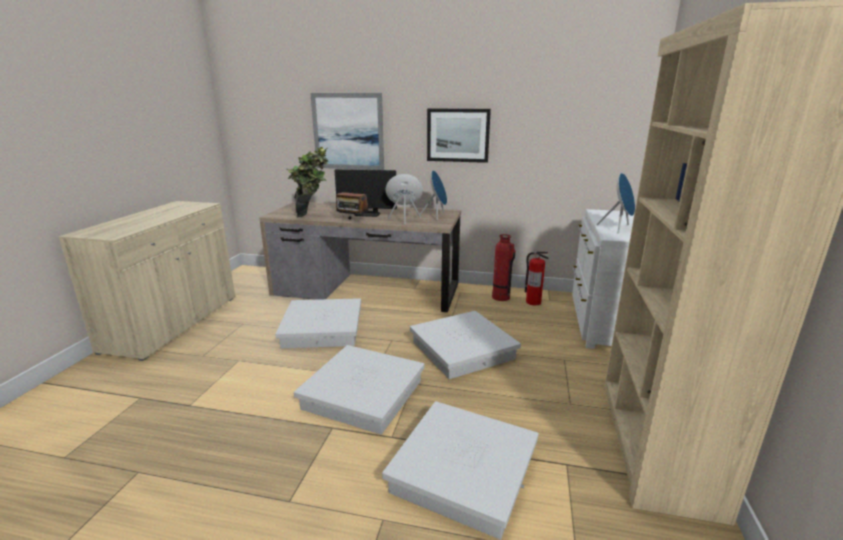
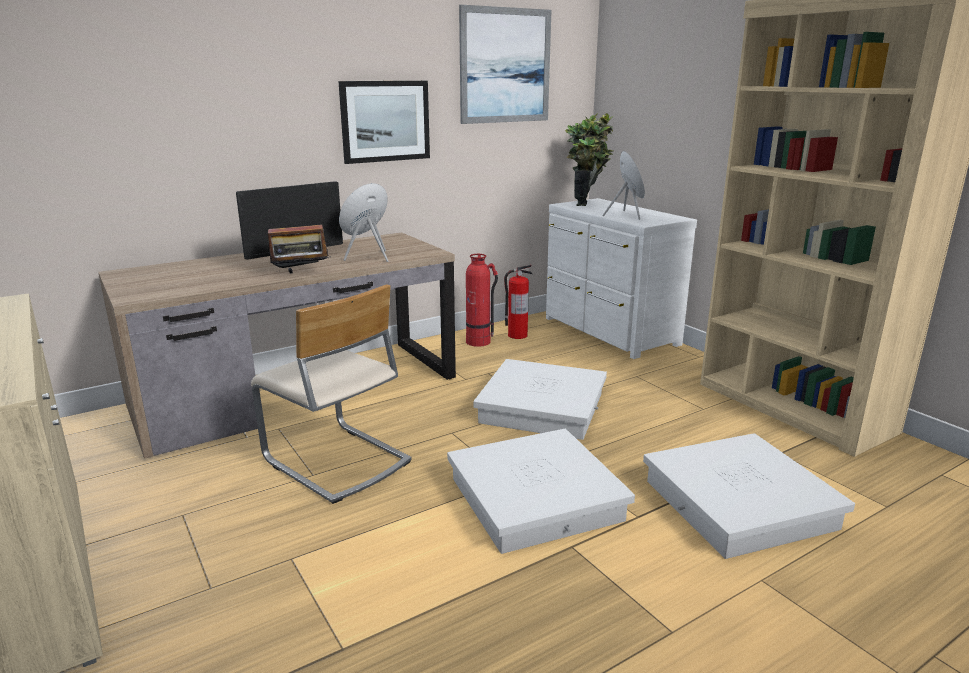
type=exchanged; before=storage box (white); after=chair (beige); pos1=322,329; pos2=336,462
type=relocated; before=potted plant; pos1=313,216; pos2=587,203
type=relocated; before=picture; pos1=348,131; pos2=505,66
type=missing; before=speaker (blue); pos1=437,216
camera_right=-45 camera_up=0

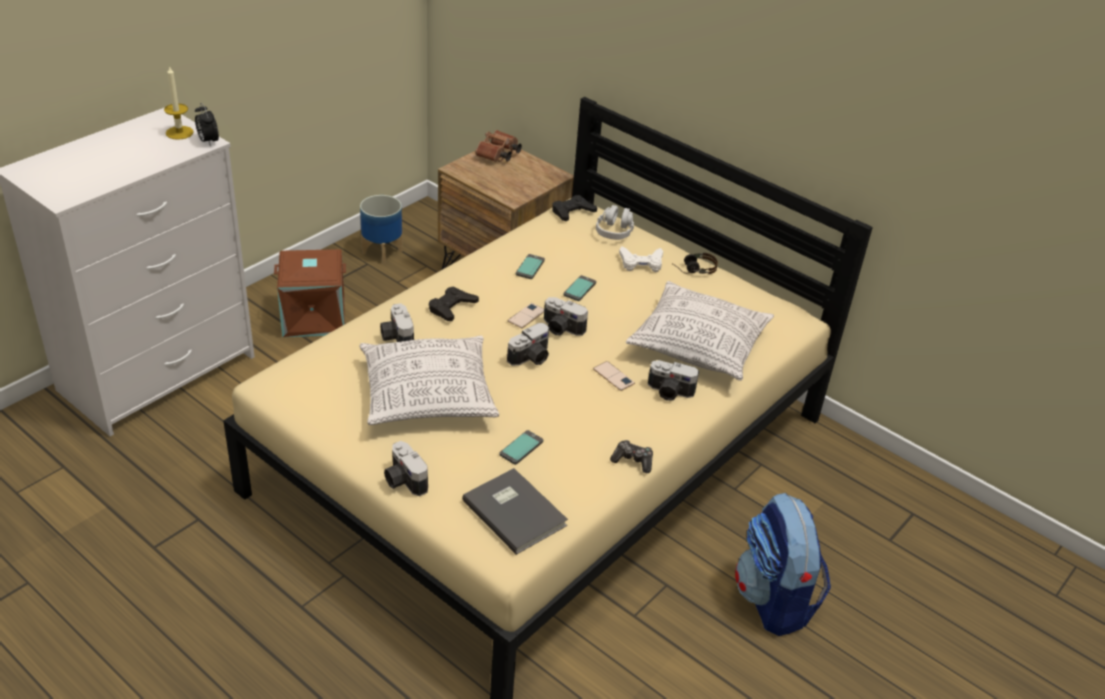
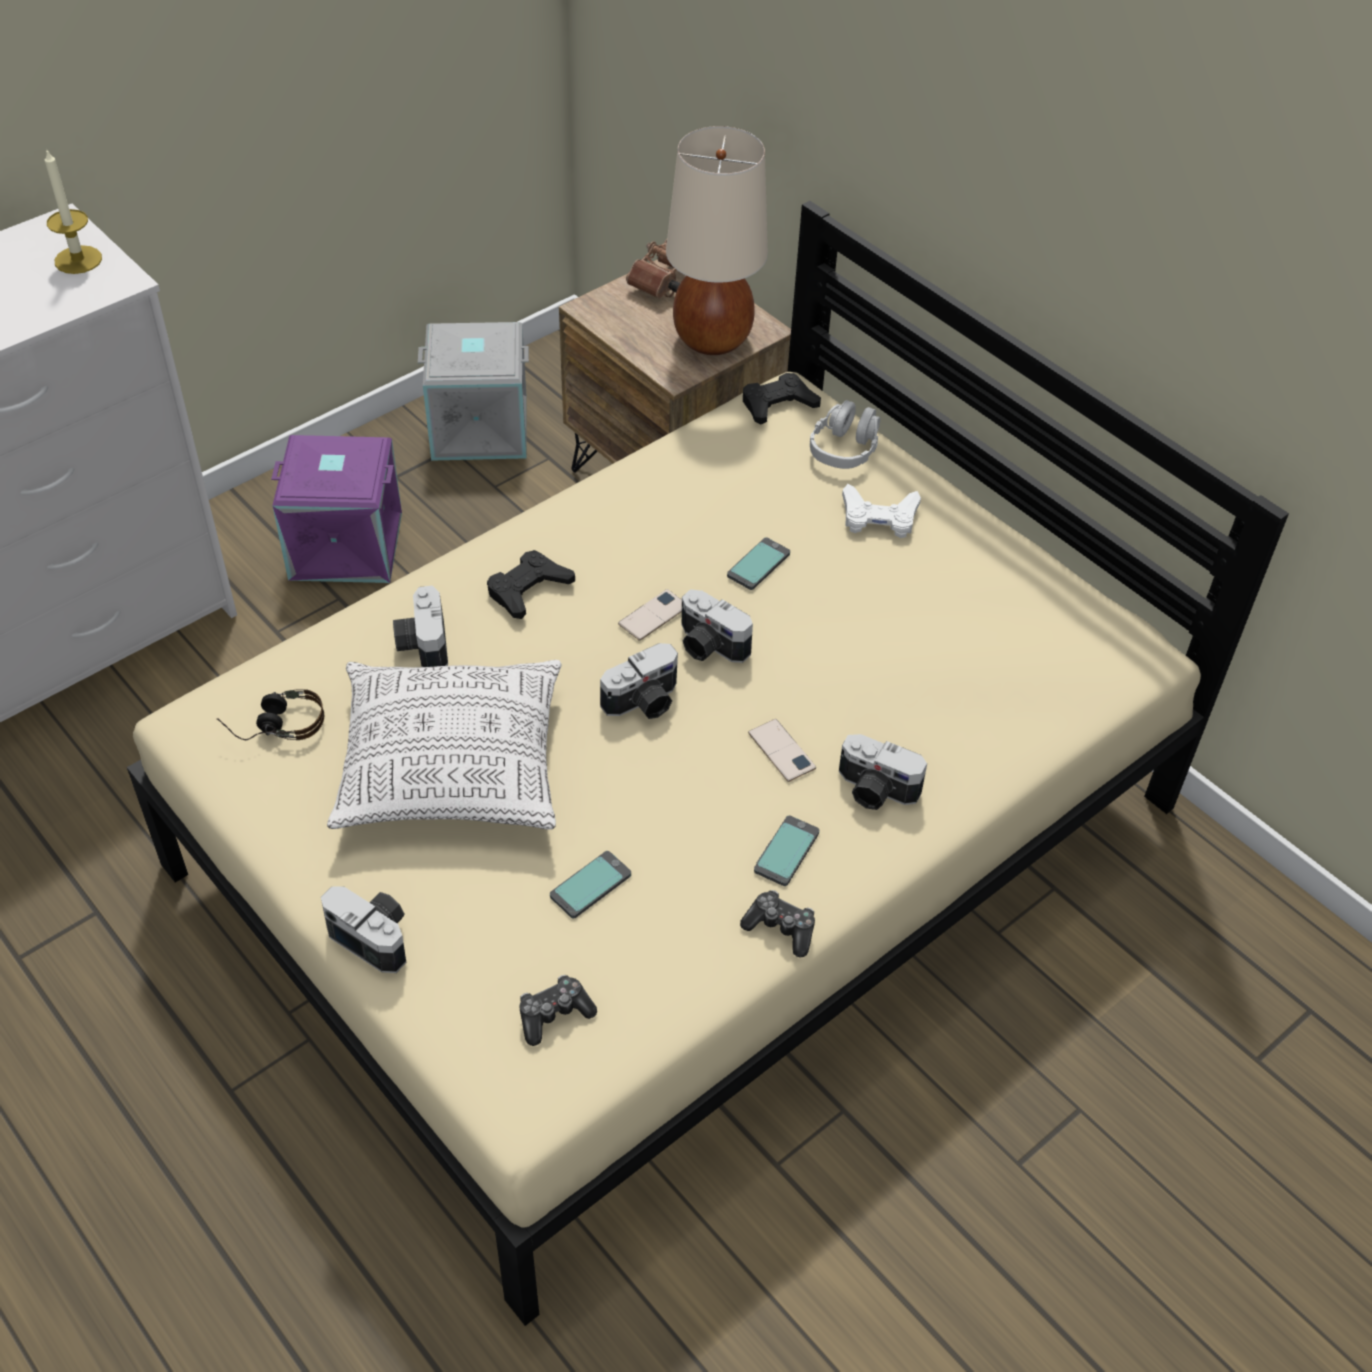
type=missing; before=alarm clock; pos1=208,141
type=colour; before=storage box (brown); after=storage box (purple); pos1=314,316; pos2=347,544
type=exchanged; before=planter; after=storage box (grey); pos1=382,252; pos2=480,426
type=spun; before=photo camera; pos1=403,481; pos2=375,936; turn=150
type=exchanged; before=book (grey); after=game controller; pos1=515,511; pos2=554,1014
type=relocated; before=phone; pos1=530,267; pos2=786,851
type=missing; before=pillow; pos1=699,345
type=relocated; before=headphones; pos1=692,270; pos2=274,725
type=missing; before=backpack; pos1=774,600
type=appeared; after=table lamp (beige); pos2=712,340
camera_right=10 camera_up=10

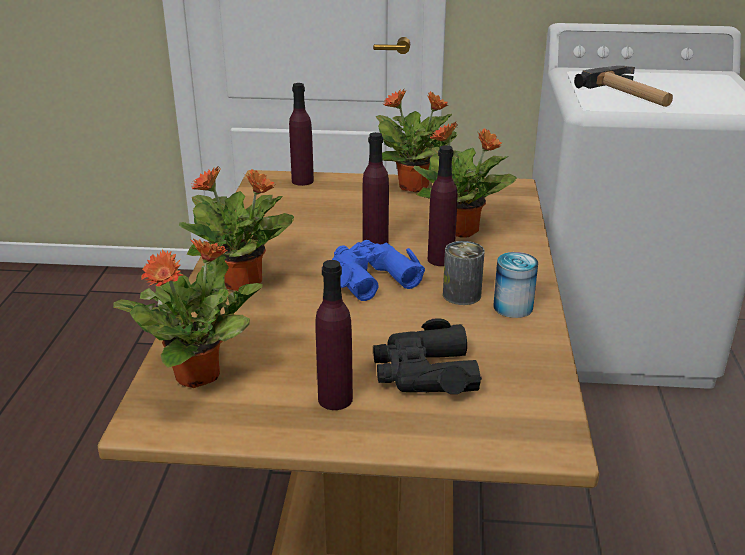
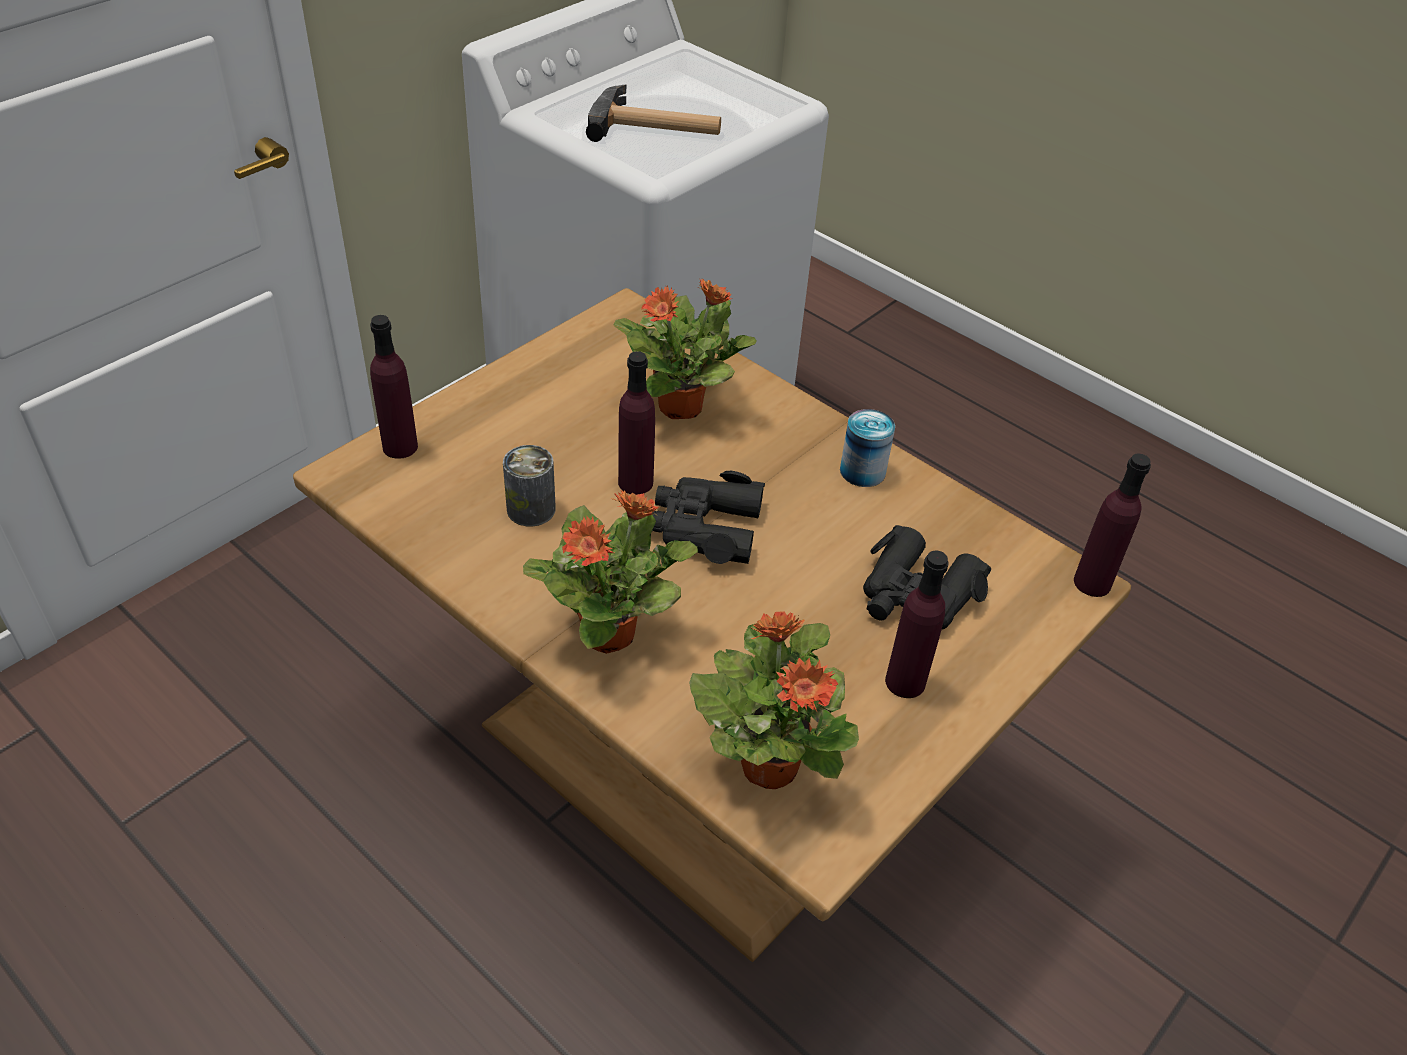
type=colour; before=binoculars (blue); after=binoculars (black); pos1=371,277; pos2=705,528
type=missing; before=potted plant; pos1=415,187
type=relocated; before=bottle (purple); pos1=440,259; pos2=1092,583
type=relocated; before=can; pos1=461,295; pos2=531,509
camera_right=-55 camera_up=15

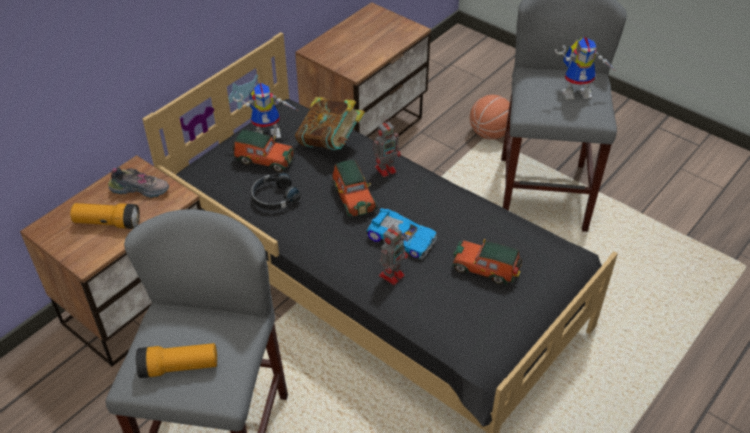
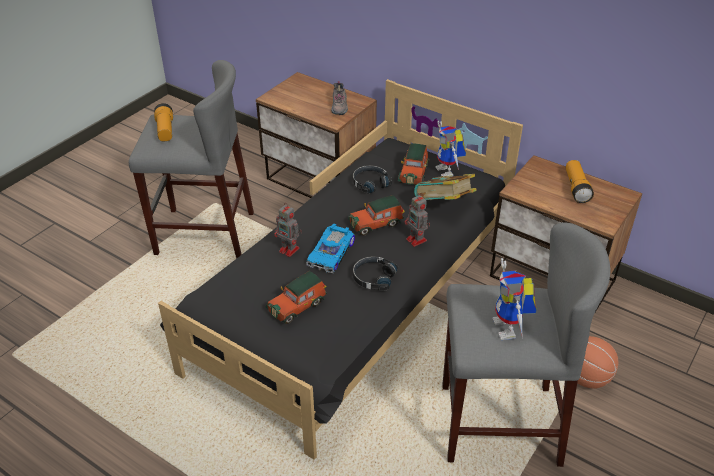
type=relocated; before=flashlight; pos1=107,223; pos2=576,188
type=spun; before=toy car; pos1=486,269; pos2=298,305; turn=-150
type=appeared; after=headphones (black); pos2=373,278
camera_right=85 camera_up=-5

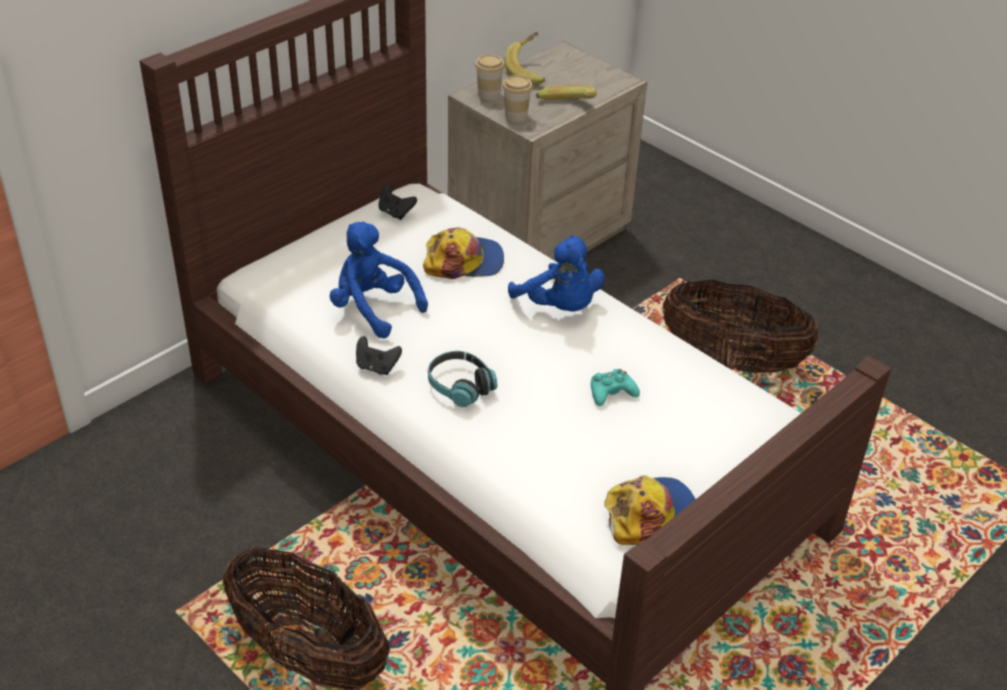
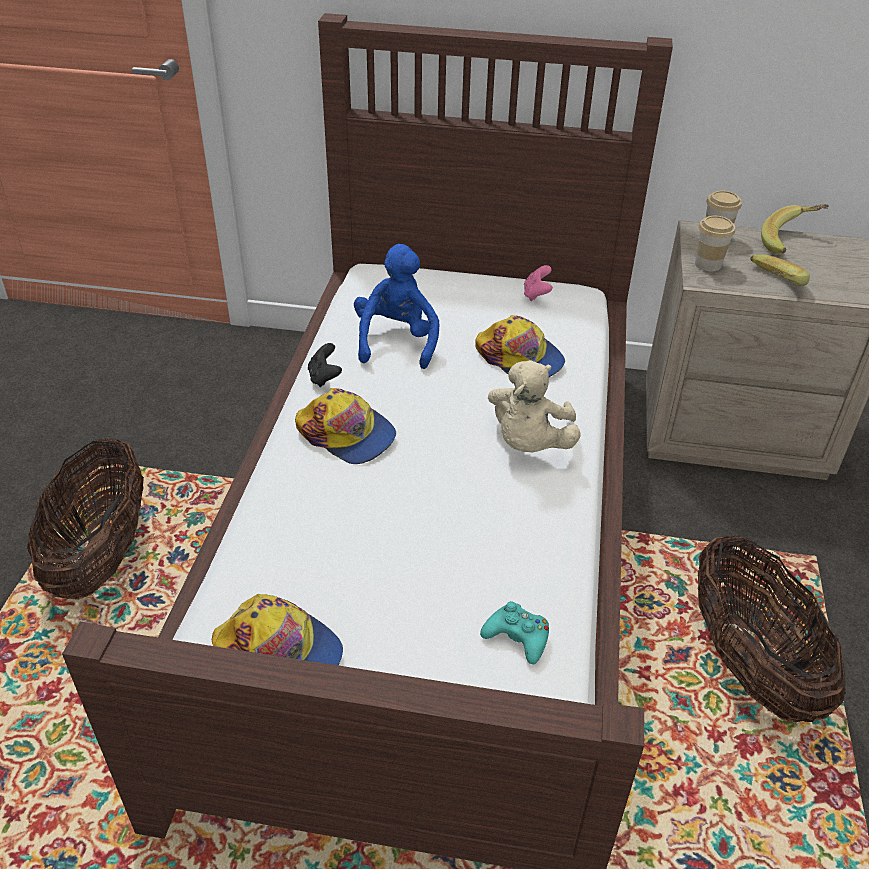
type=colour; before=game controller (black); after=game controller (pink); pos1=395,213; pos2=536,294
type=exchanged; before=headphones; after=cap; pos1=460,386; pos2=347,434
type=colour; before=plush toy (blue); after=plush toy (beige); pos1=559,307; pos2=529,443
type=relocated; before=game controller (turquoise); pos1=611,392; pos2=517,637
camera_right=55 camera_up=0

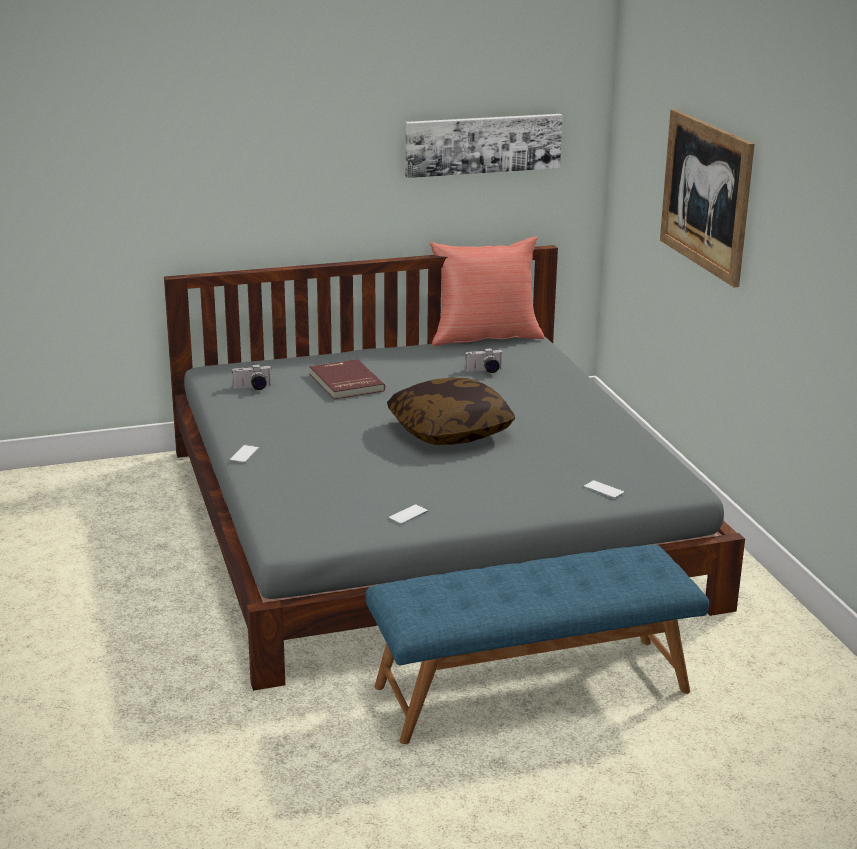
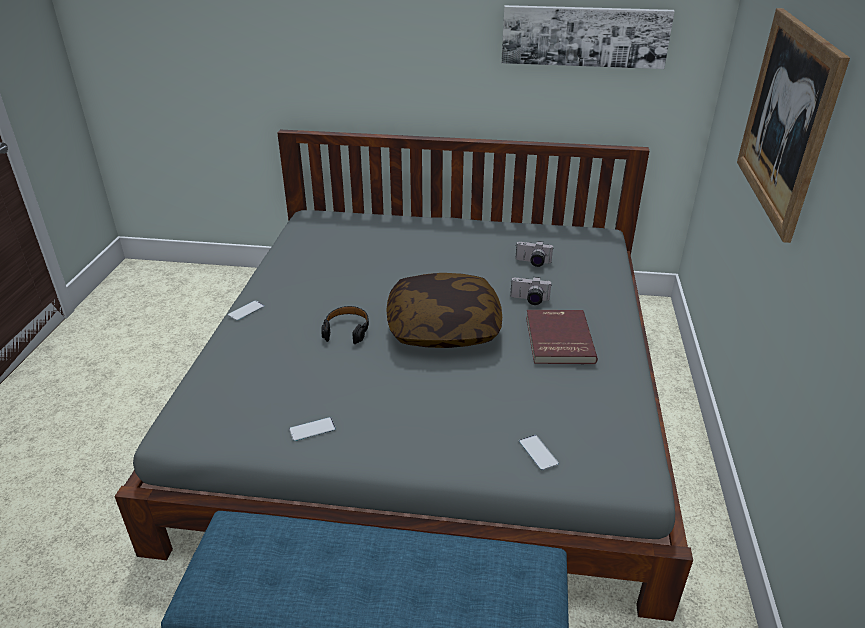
type=relocated; before=photo camera; pos1=253,388; pos2=529,300
type=relocated; before=book (red); pos1=345,382; pos2=557,339
type=missing; before=pillow (red); pos1=485,337
type=appeared; after=headphones (black); pos2=347,329
camera_right=25 camera_up=10

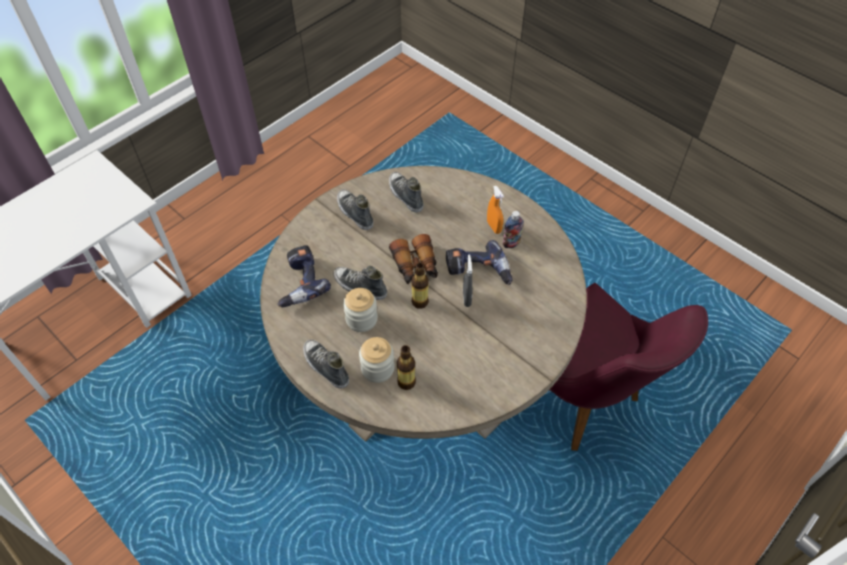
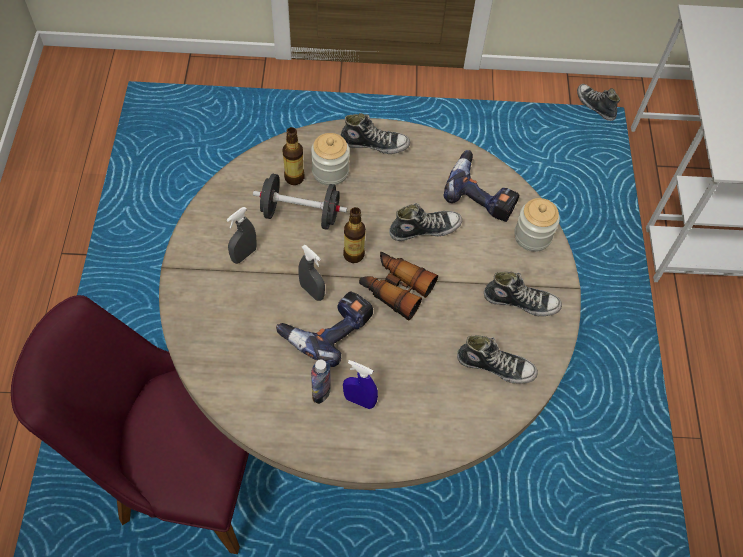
type=relocated; before=jar; pos1=361,319; pos2=532,236
type=colour; before=spray bottle (orange); after=spray bottle (blue); pos1=494,227; pos2=359,401
type=appeared; after=spray bottle (grey); pos2=244,255
type=appeared; after=dumbbell (black); pos2=300,214
type=appeared; after=shoe; pos2=595,105
camera_right=135 camera_up=5

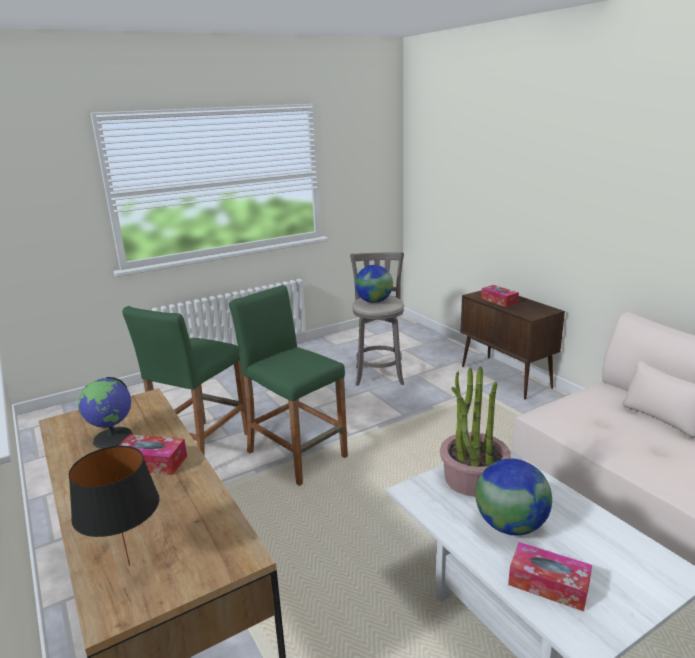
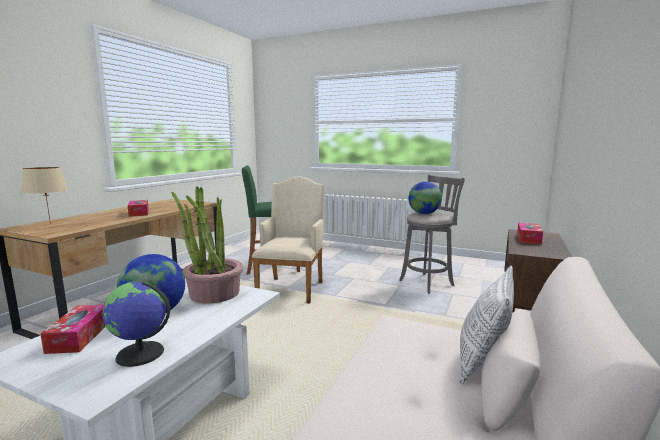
type=colour; before=table lamp (black); after=table lamp (beige); pos1=130,565; pos2=50,224
type=relocated; before=globe; pos1=113,438; pos2=140,354
type=exchanged; before=stool (green); after=armchair (beige); pos1=297,454; pos2=292,288
type=appeared; after=pillow; pos2=482,362
camera_right=55 camera_up=-10

